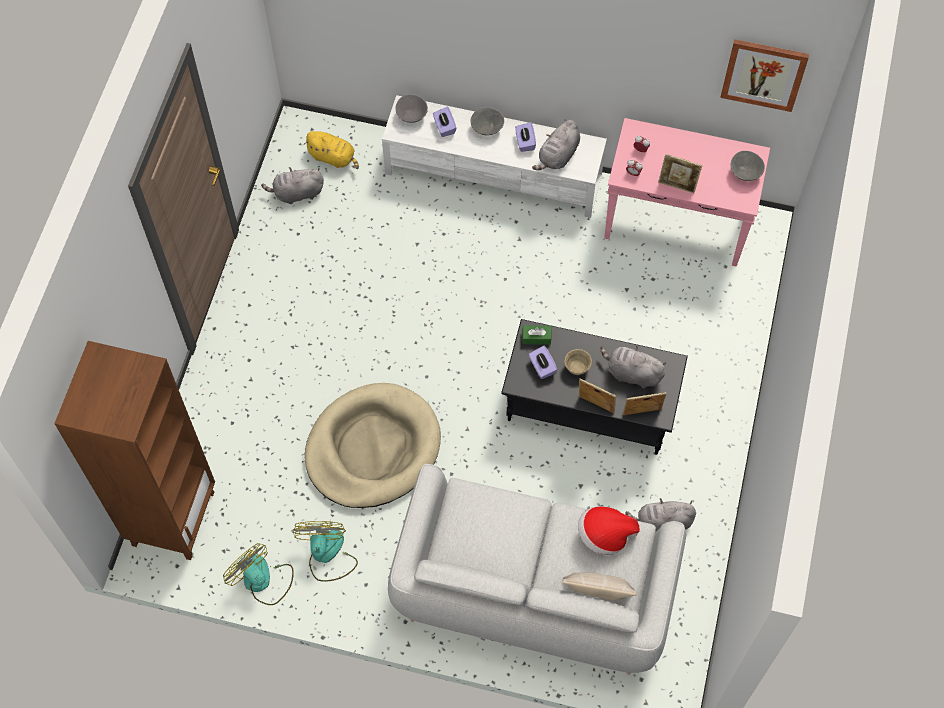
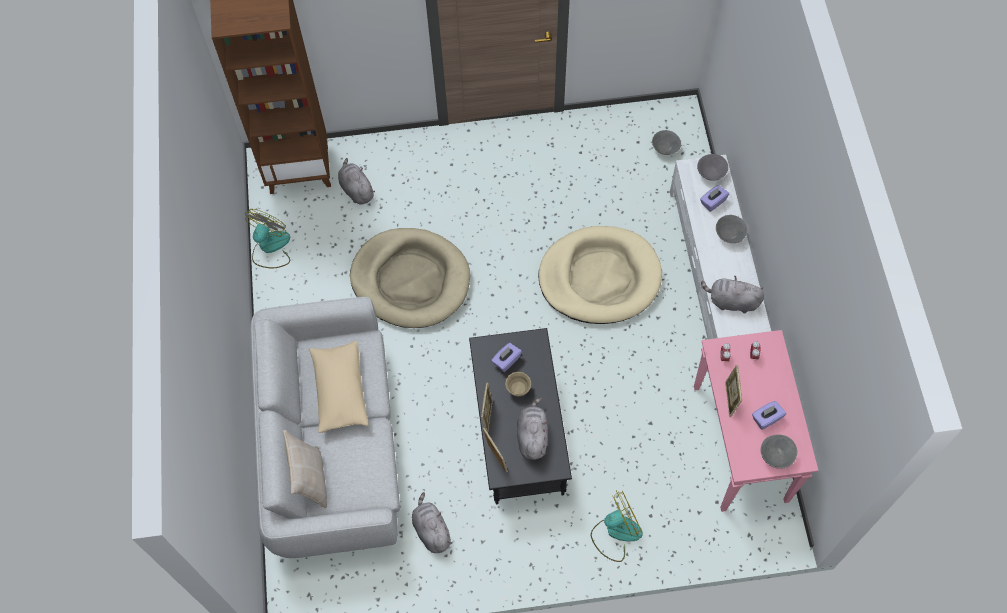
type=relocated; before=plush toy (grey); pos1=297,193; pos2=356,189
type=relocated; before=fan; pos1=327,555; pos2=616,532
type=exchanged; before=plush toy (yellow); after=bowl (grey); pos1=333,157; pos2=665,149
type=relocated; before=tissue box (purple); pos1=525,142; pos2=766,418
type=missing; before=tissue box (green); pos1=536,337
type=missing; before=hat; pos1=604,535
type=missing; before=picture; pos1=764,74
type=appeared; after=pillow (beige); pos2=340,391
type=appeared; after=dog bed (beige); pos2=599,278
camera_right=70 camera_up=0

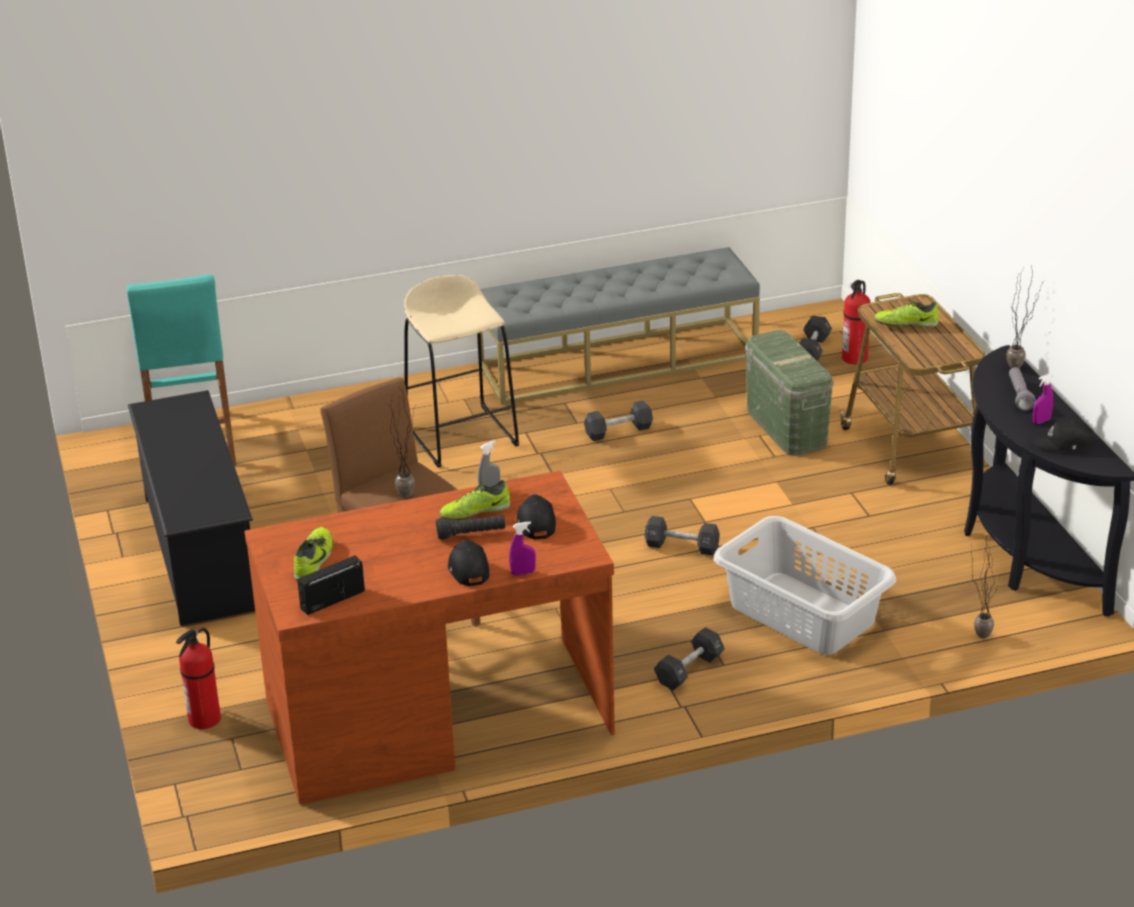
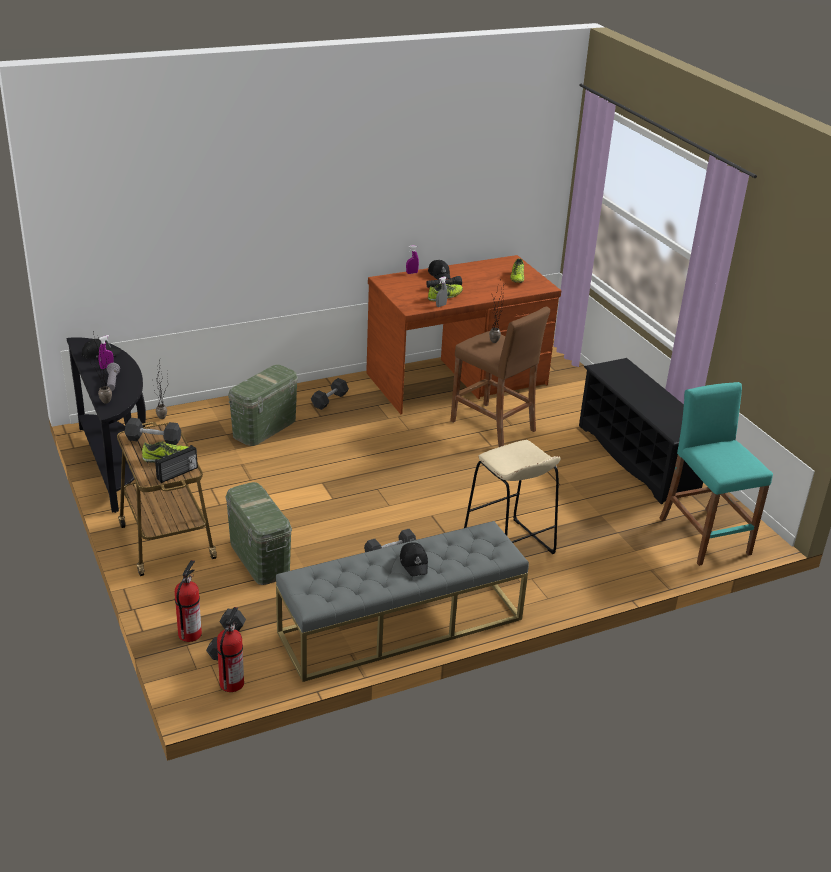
type=relocated; before=fire extinguisher; pos1=204,719; pos2=231,682
type=relocated; before=radio; pos1=332,599; pos2=177,474
type=relocated; before=cap (black); pos1=535,522; pos2=414,563
type=relocated; before=dumbbell (black); pos1=682,546; pos2=153,440
type=exchanged; before=laundry basket (grey); after=storage box (green); pos1=802,614; pos2=264,428
camera_right=170 camera_up=0

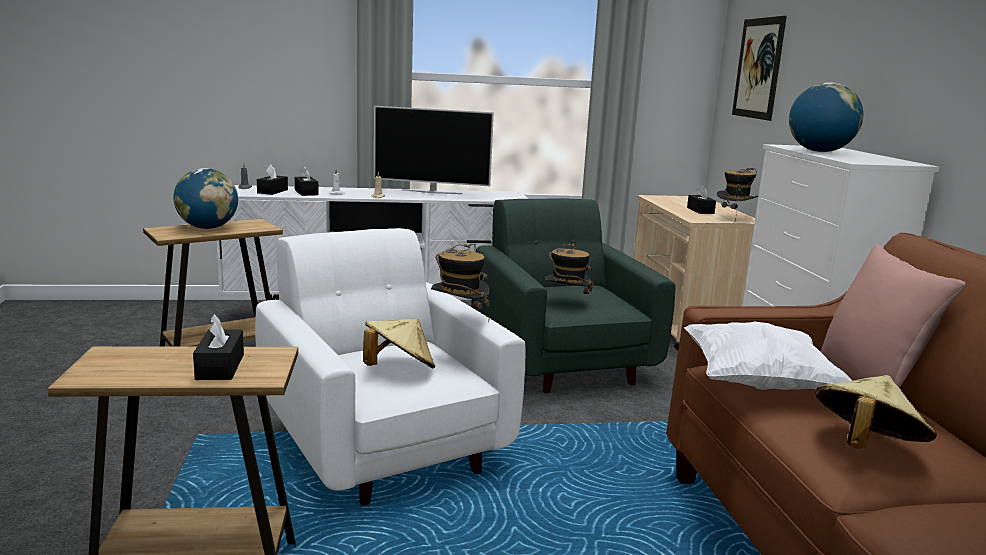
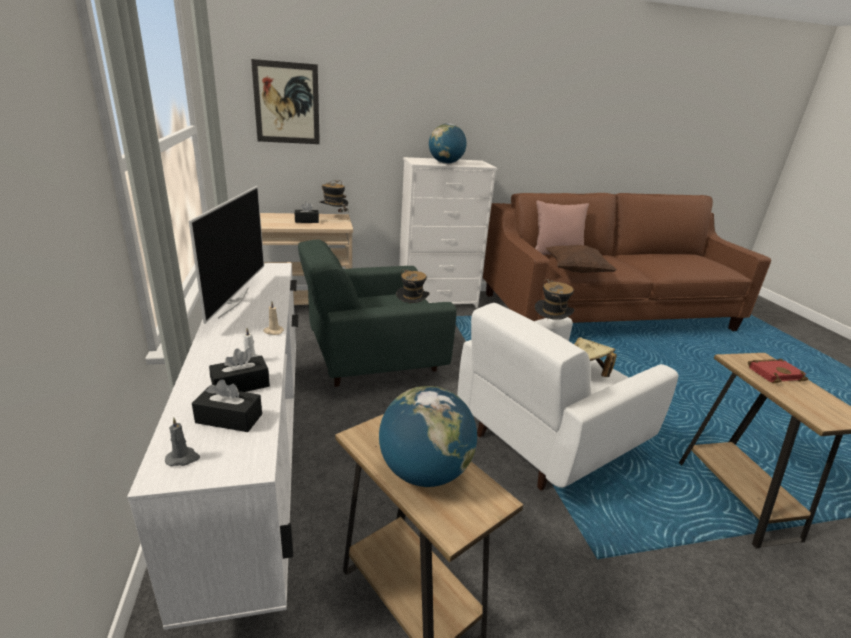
type=exchanged; before=tissue box (black); after=book (red); pos1=220,367; pos2=774,373
type=colour; before=pillow (white); after=pillow (brown); pos1=758,384; pos2=576,271
type=missing; before=hat (beige); pos1=865,446
camera_right=-95 camera_up=10

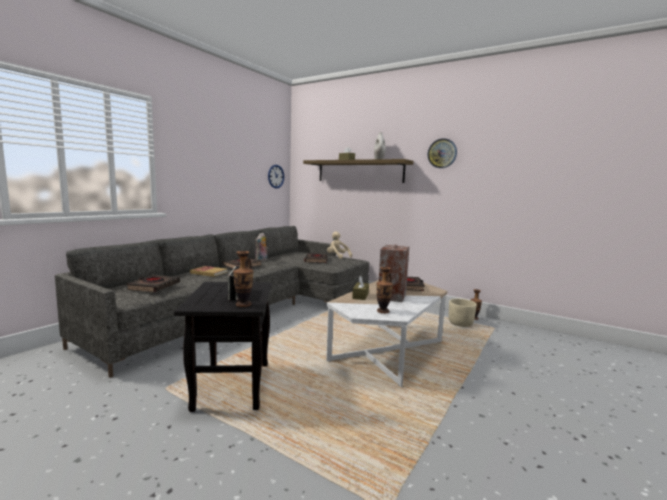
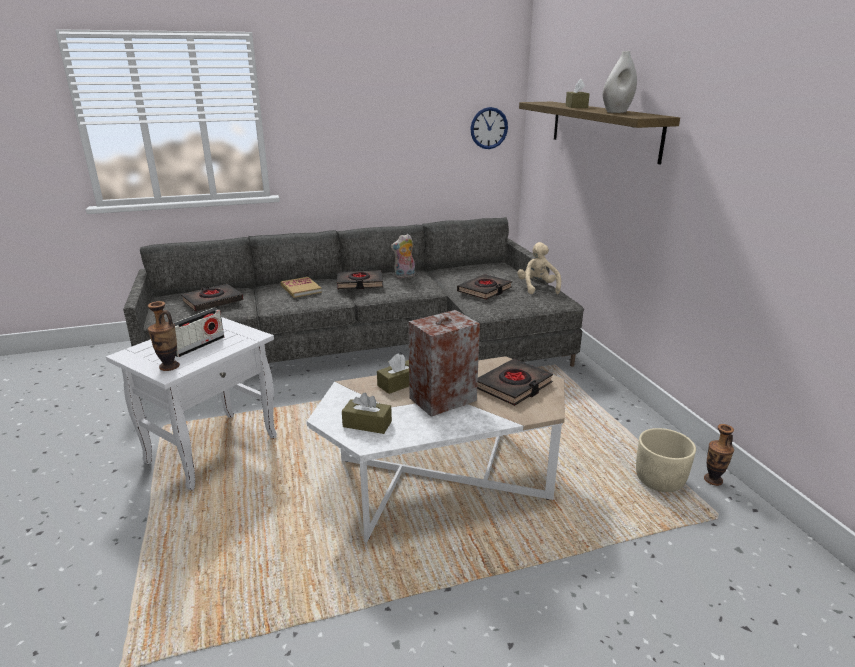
type=colour; before=side table (black); after=side table (white); pos1=231,385; pos2=213,448
type=exchanged; before=vase; after=tissue box (brown); pos1=383,311; pos2=367,424
type=missing; before=wall clock; pos1=442,153
camera_right=40 camera_up=15

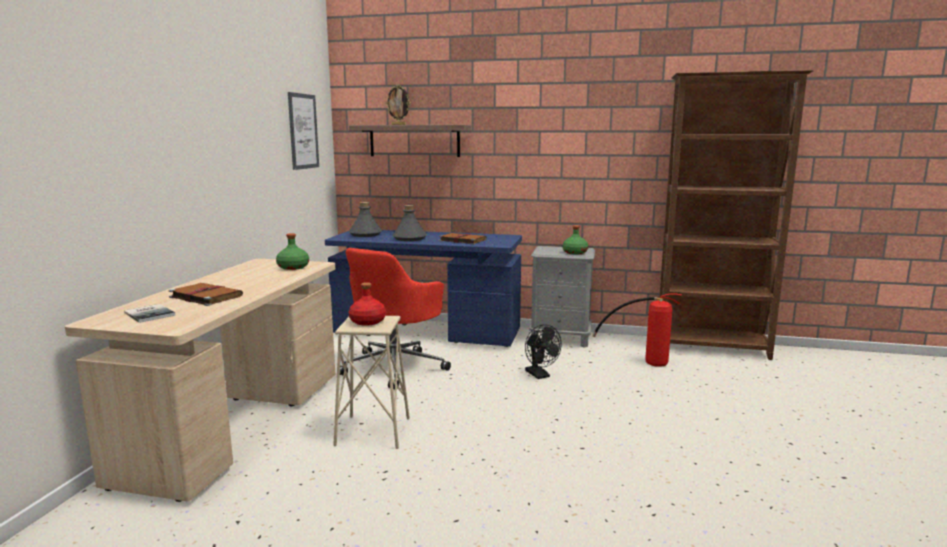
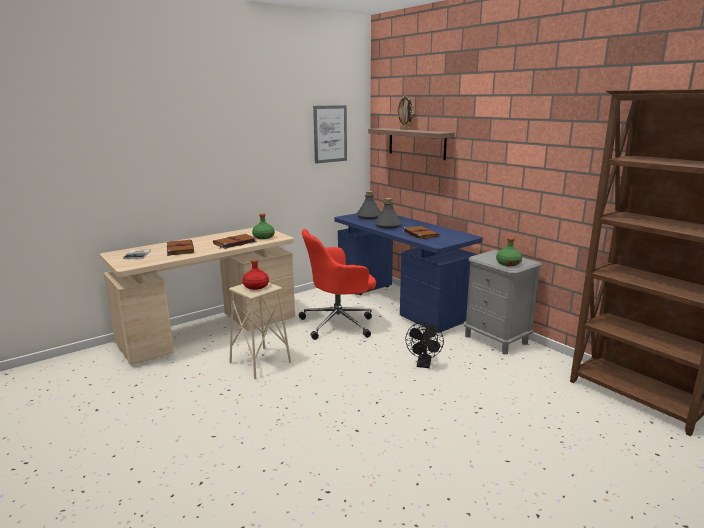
type=missing; before=fire extinguisher; pos1=643,361
type=appeared; after=book (brown); pos2=234,243
camera_right=40 camera_up=5

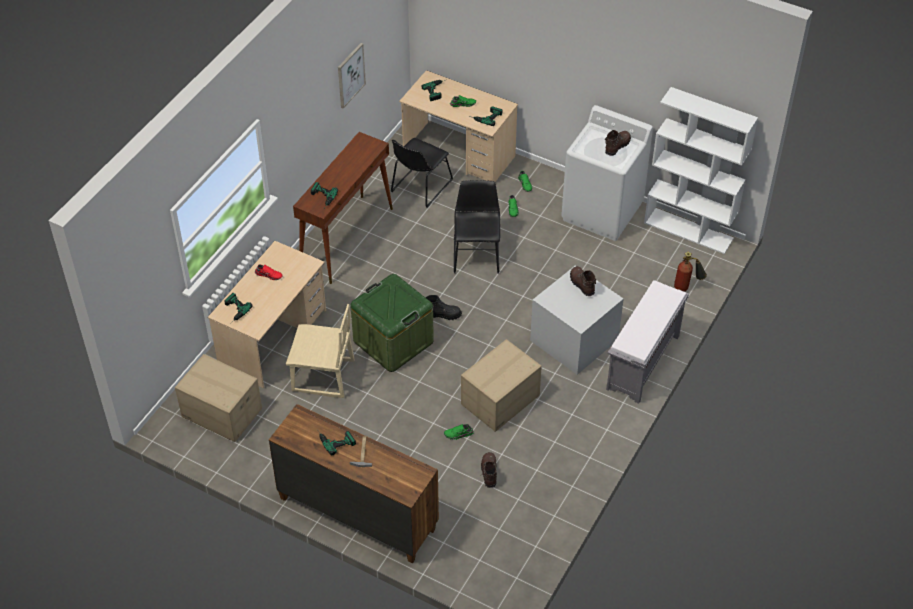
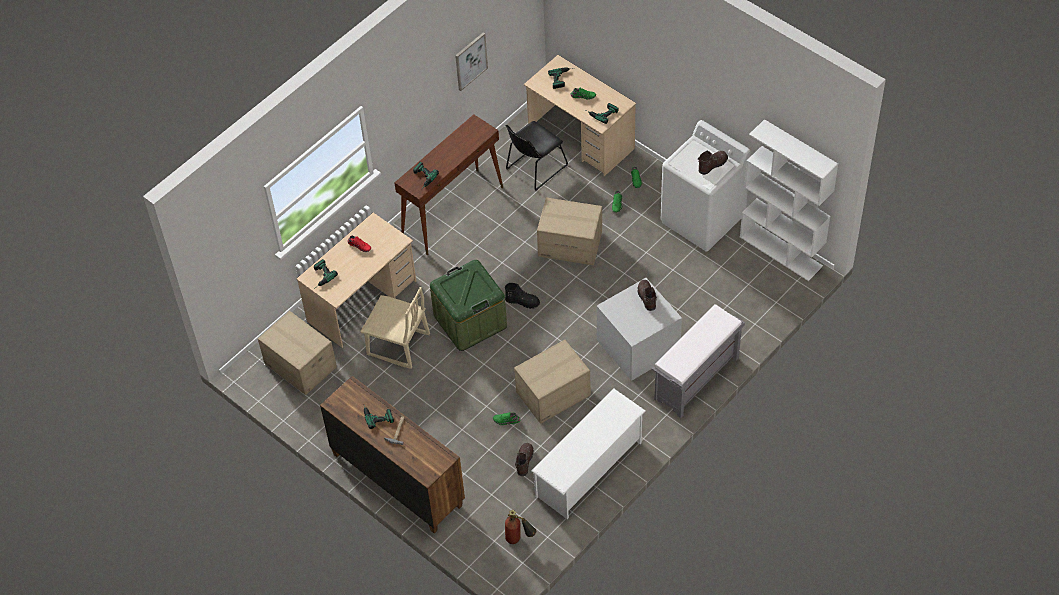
type=exchanged; before=chair (black); after=cardboard box; pos1=476,253; pos2=570,244
type=relocated; before=fire extinguisher; pos1=687,288; pos2=519,539
type=appeared; after=shoe rack (white); pos2=589,469
camera_right=15 camera_up=5

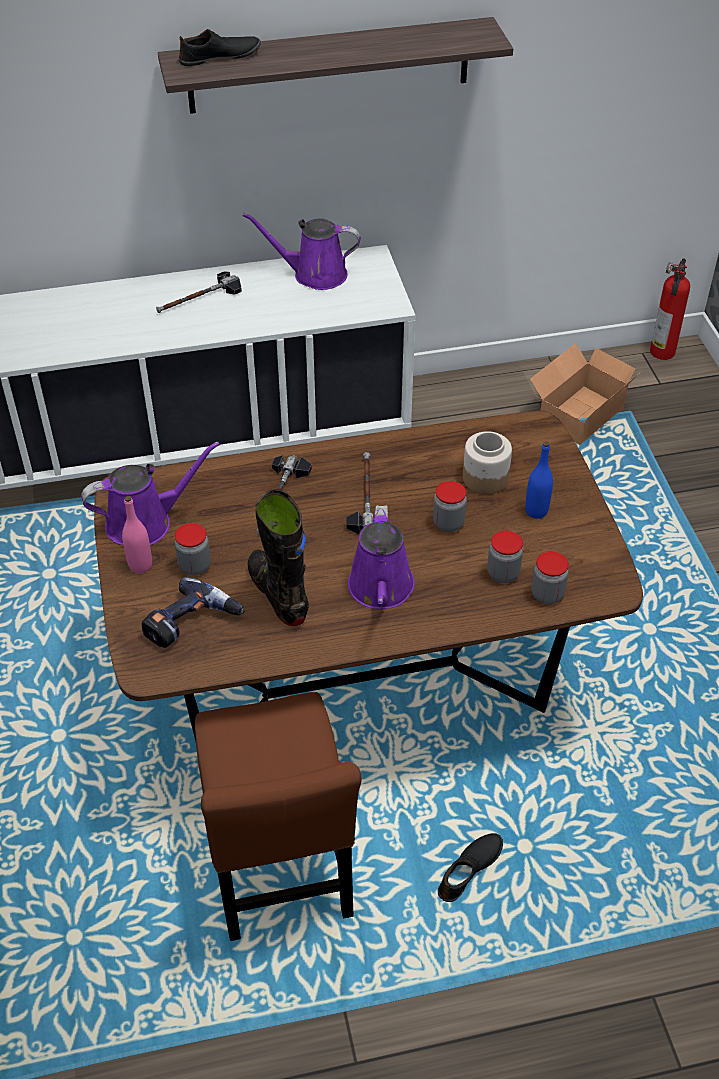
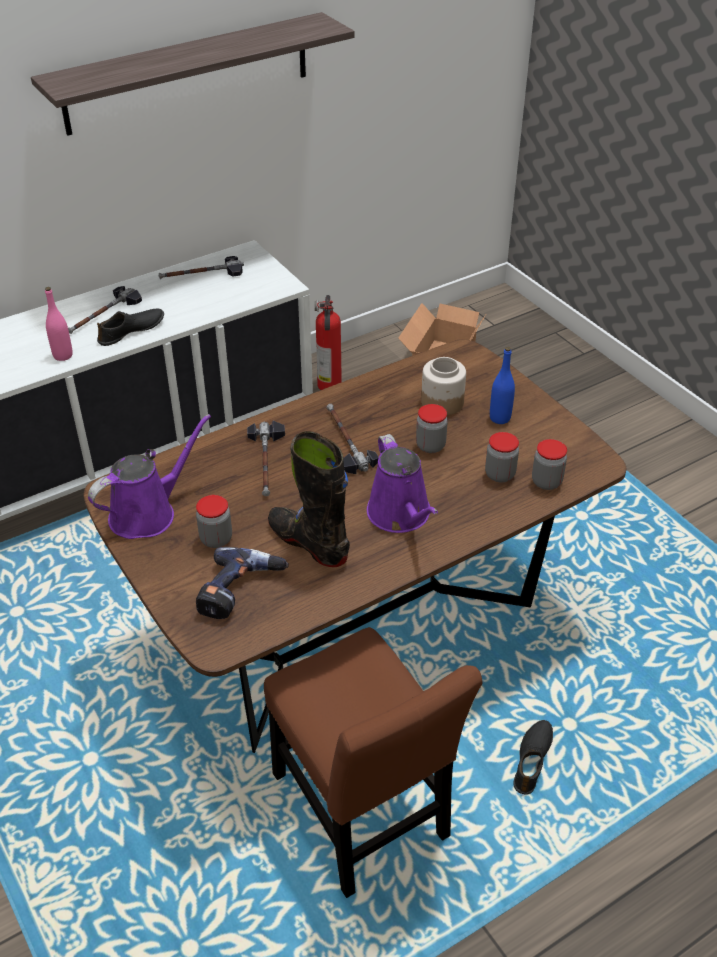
type=relocated; before=bottle (pink); pos1=140,565; pos2=63,355
type=relocated; before=shoe (black); pos1=220,57; pos2=131,331
type=exchanged; before=watering can (purple); after=hammer; pos1=314,274; pos2=202,275
type=relocated; before=fire extinguisher; pos1=662,353; pos2=329,386
camera_right=-20 camera_up=-5

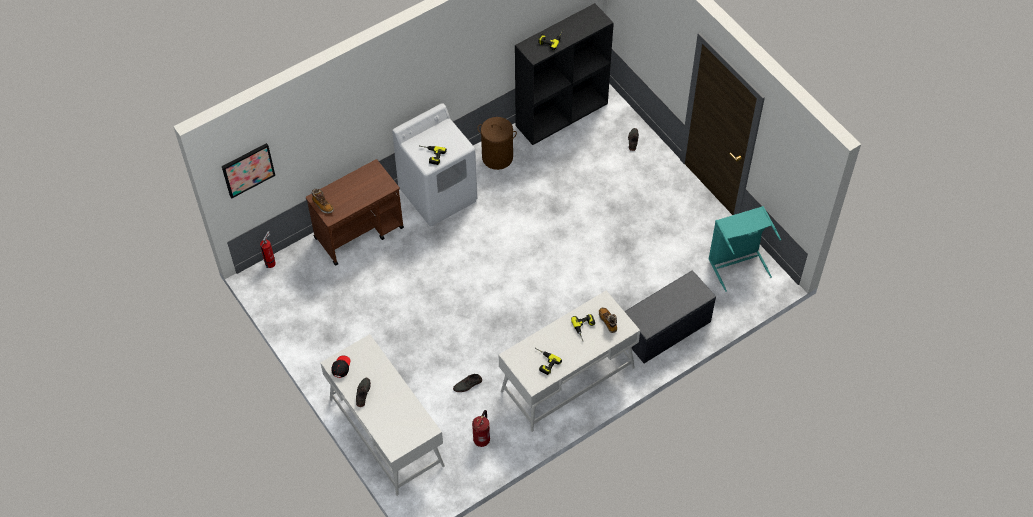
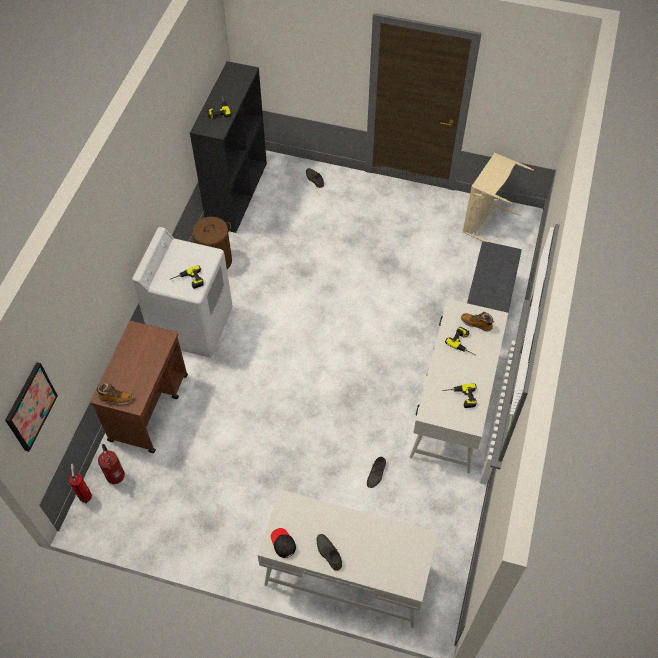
type=relocated; before=fire extinguisher; pos1=482,439; pos2=115,475
type=colour; before=laundry basket (turquoise); after=laundry basket (beige); pos1=737,263; pos2=485,221
camera_right=-40 camera_up=0

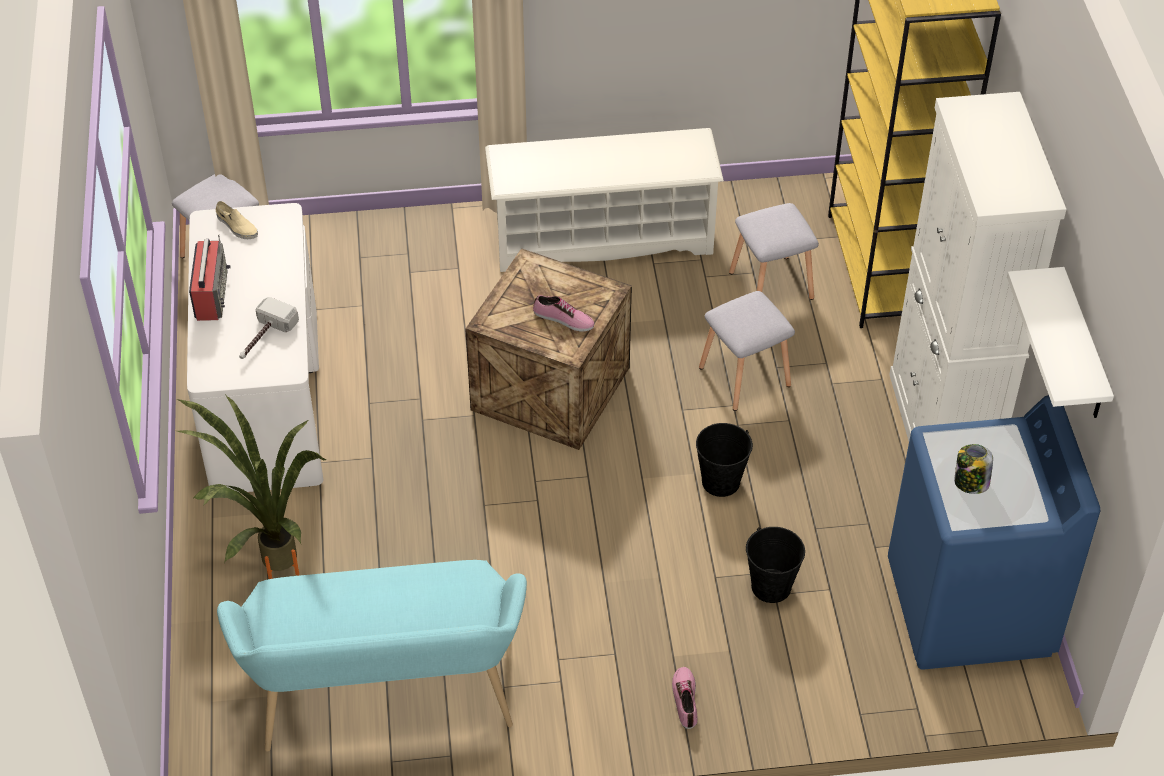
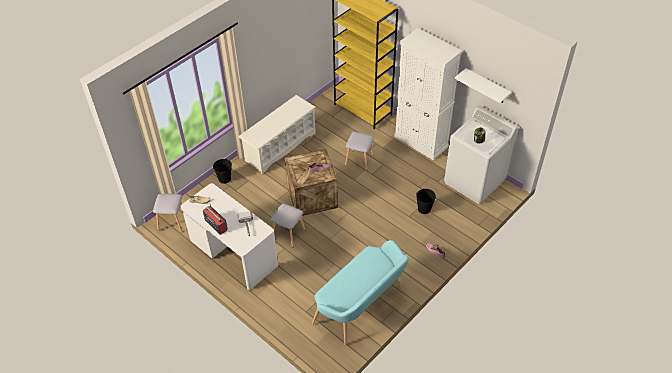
type=missing; before=potted plant; pos1=268,567
type=relocated; before=bucket (black); pos1=720,481; pos2=224,178
type=relocated; before=stool (grey); pos1=772,286; pos2=289,234
type=colour; before=washing machine (blue); after=washing machine (white); pos1=970,608; pos2=474,181
camera_right=-40 camera_up=0

